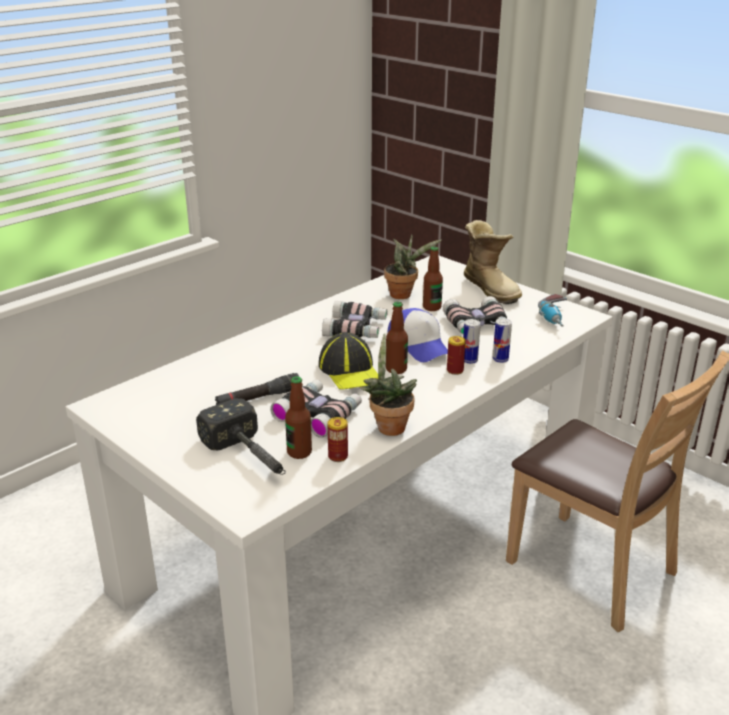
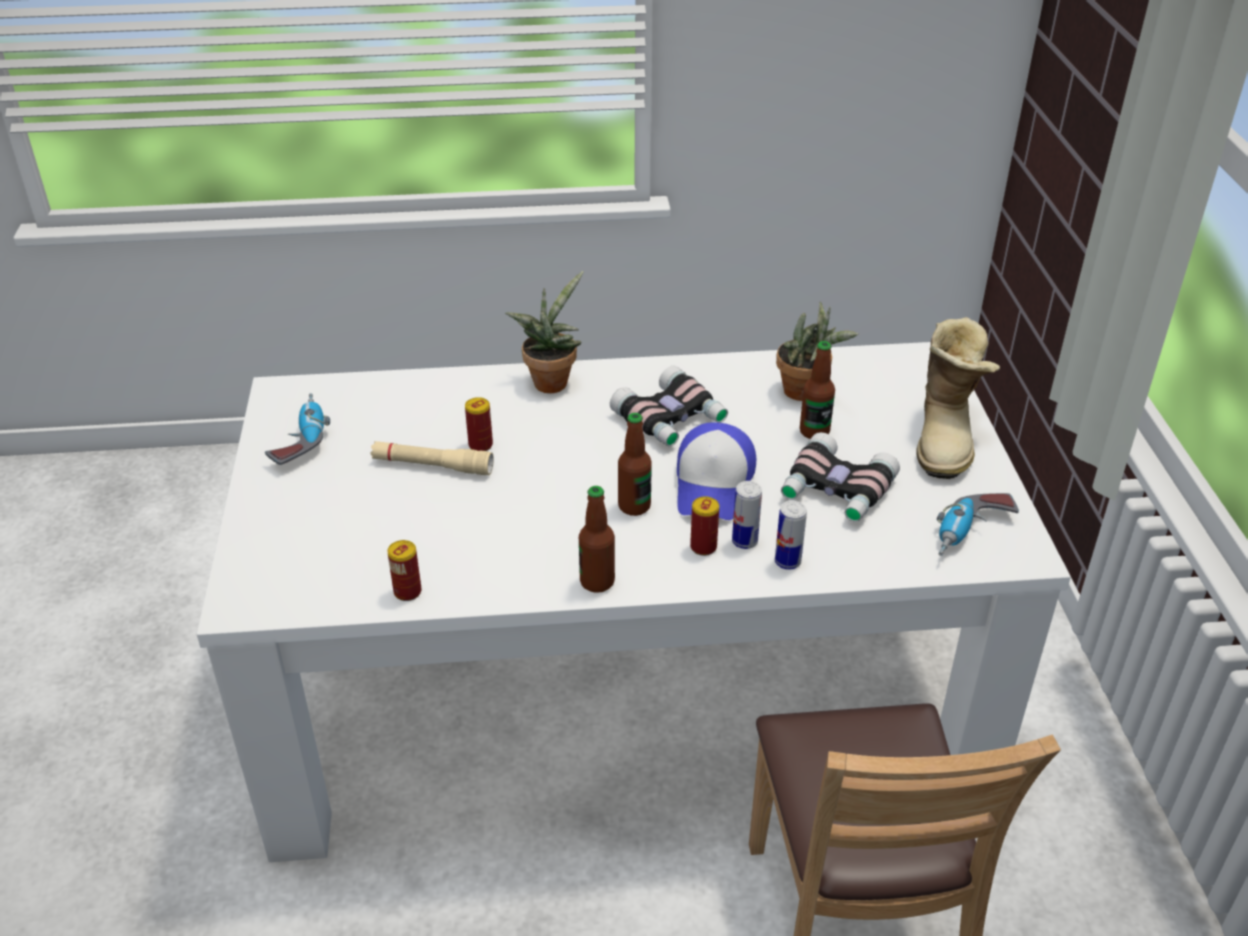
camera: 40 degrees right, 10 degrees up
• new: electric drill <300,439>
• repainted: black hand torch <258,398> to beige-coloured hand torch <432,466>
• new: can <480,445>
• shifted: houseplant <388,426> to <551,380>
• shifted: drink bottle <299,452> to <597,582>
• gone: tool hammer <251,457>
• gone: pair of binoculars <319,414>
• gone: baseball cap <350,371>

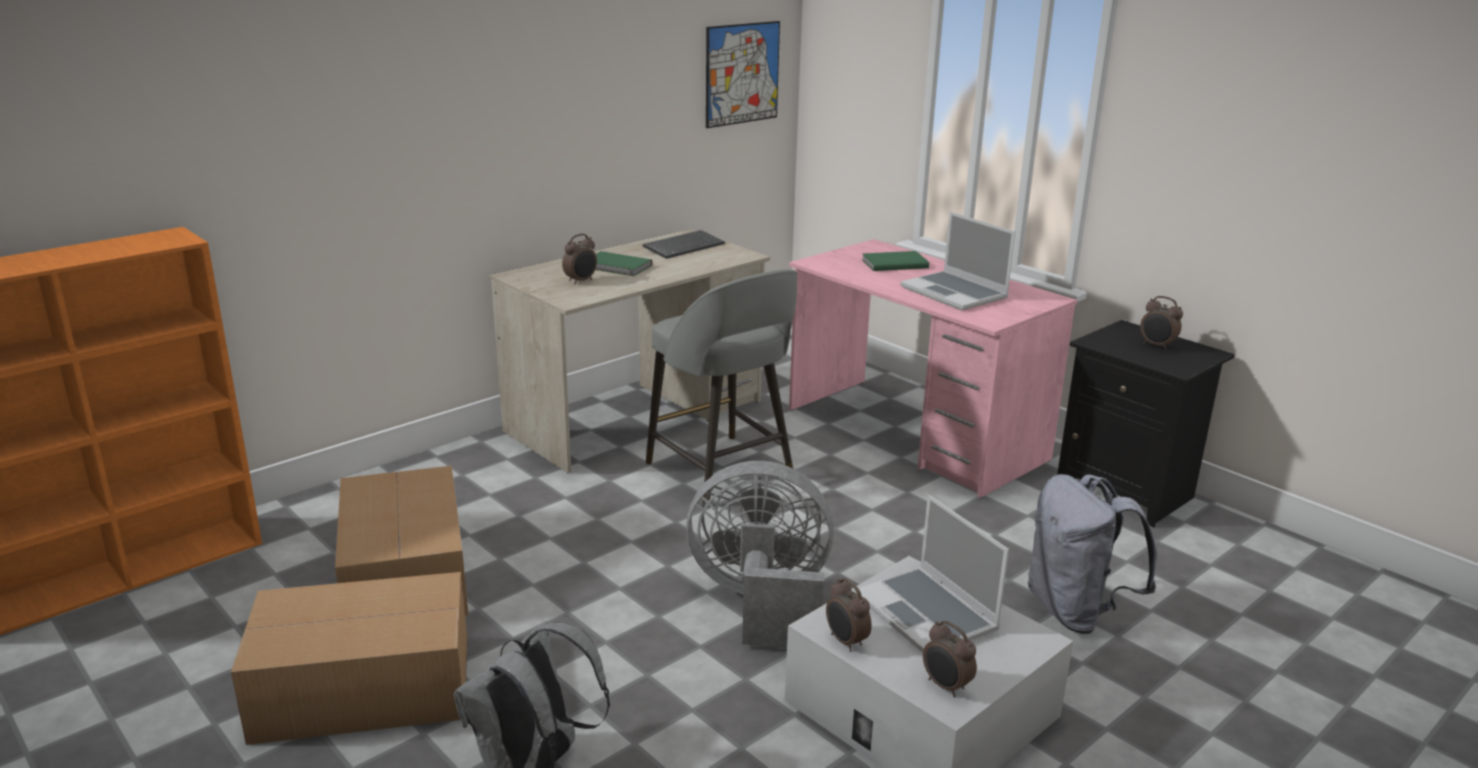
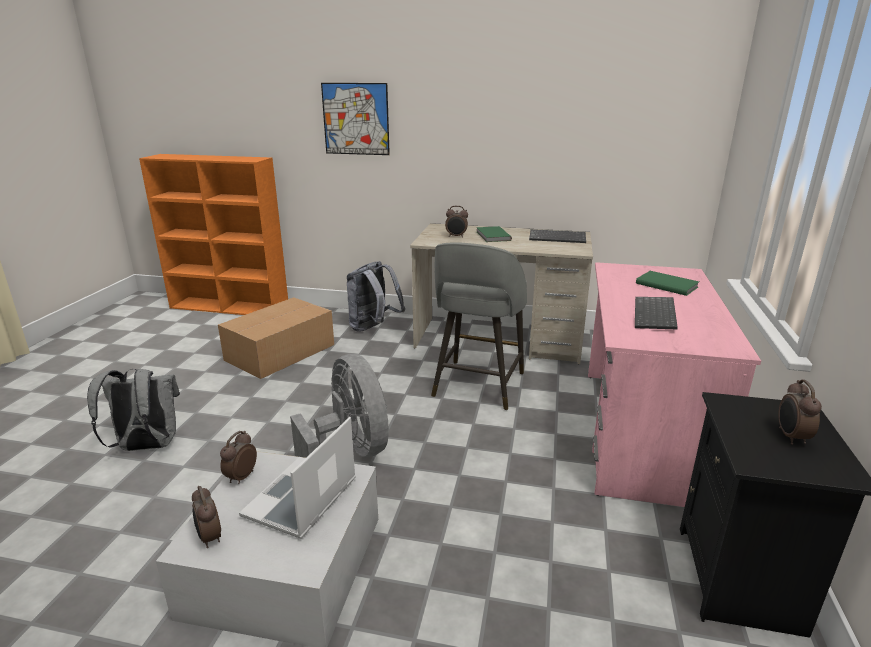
camera: 55 degrees right, 0 degrees up
• rotated: table clock <945,686> = <209,538> 45 degrees counterclockwise
• shifted: wall art <742,73> to <356,119>
• shifted: gray backpack <1076,612> to <373,328>
• swapped: laptop <955,293> to PC keyboard <656,315>
• gone: packing box <360,687>

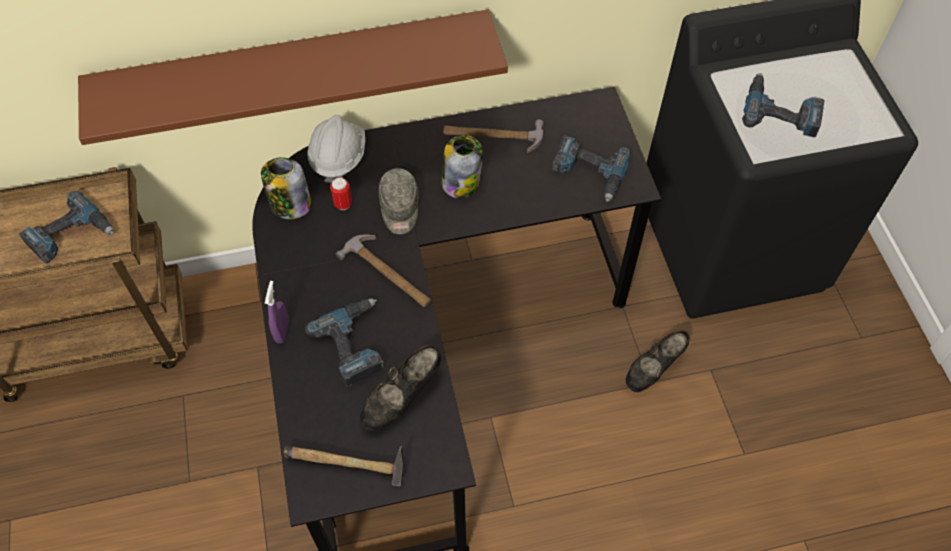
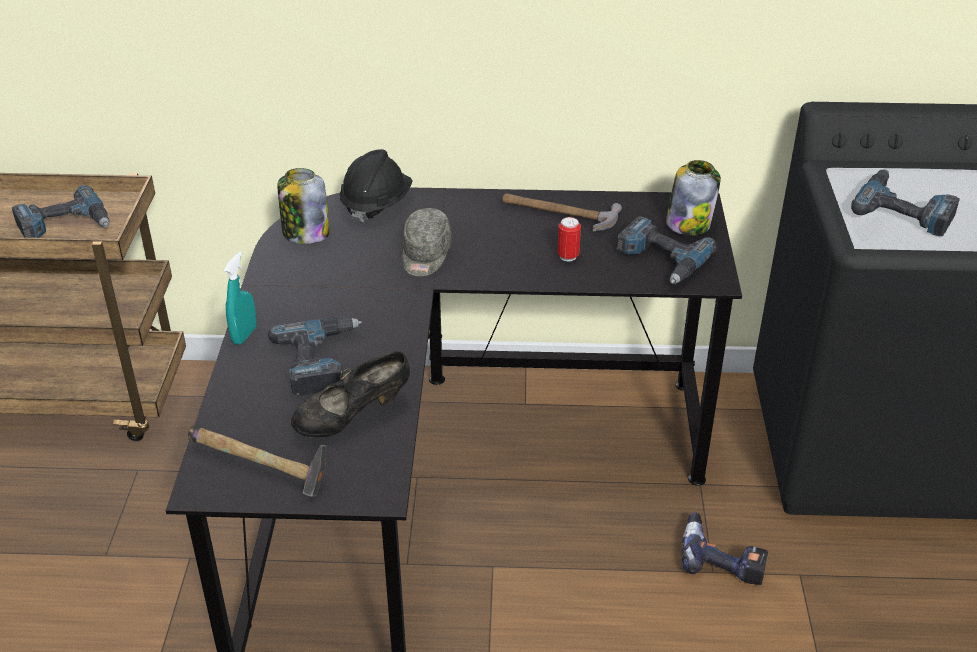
camera: 15 degrees right, 20 degrees down
• repainted: purplish hand sprayer <282,331> to turquoise-coloured hand sprayer <244,335>
• repainted: white work helmet <338,158> to black work helmet <376,204>
• shifted: can <343,204> to <568,256>
• shifted: storage jar <461,182> to <689,224>
• swapped: black shoe <654,369> to electric drill <722,558>
• gone: brown-coloured wall shelf <294,67>
• gone: tool hammer <388,274>

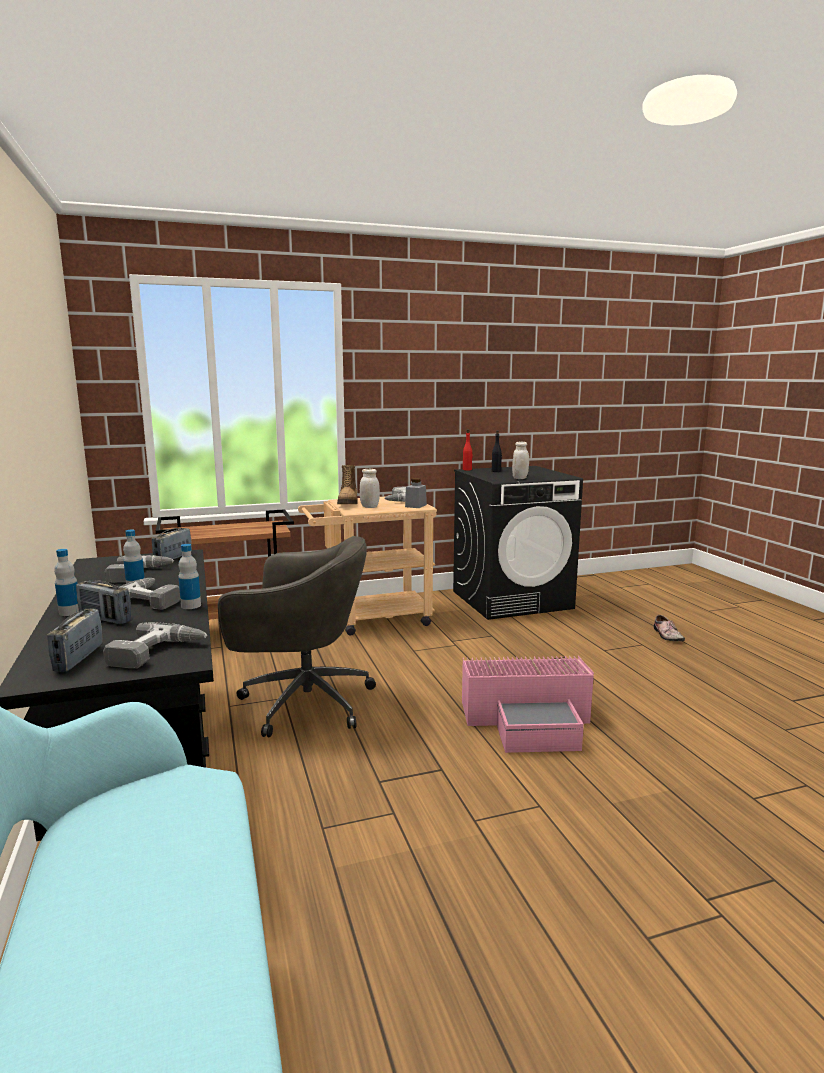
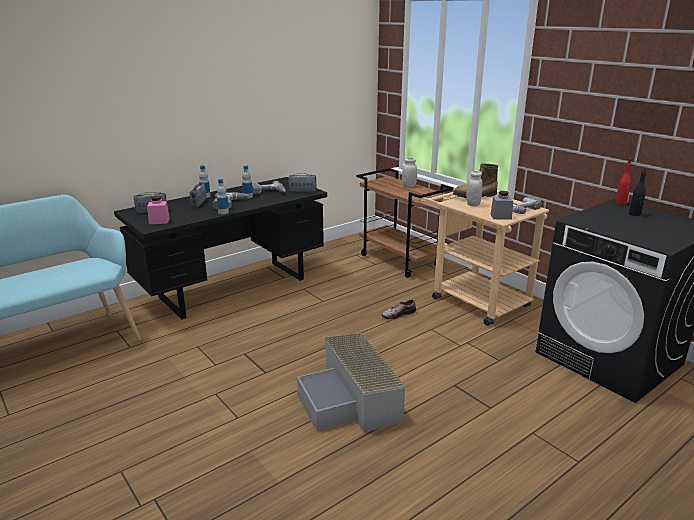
camera: 70 degrees right, 10 degrees up
• swapped: electric drill <157,653> to pink-coloured storage jar <159,221>
• repainted: pink-coloured storage container <529,719> to gray storage container <351,400>
• shifted: shoe <666,635> to <397,314>
• shifted: white storage jar <520,478> to <409,186>
• gone: gray desk chair <302,702>

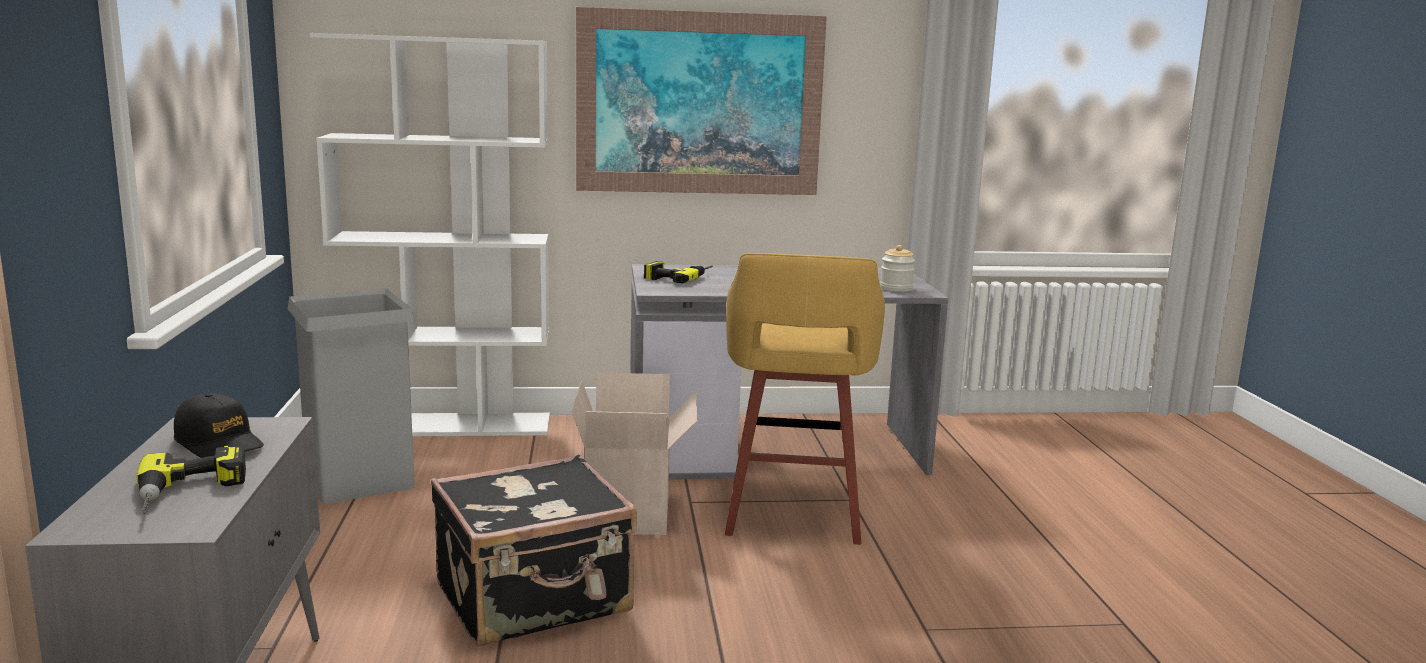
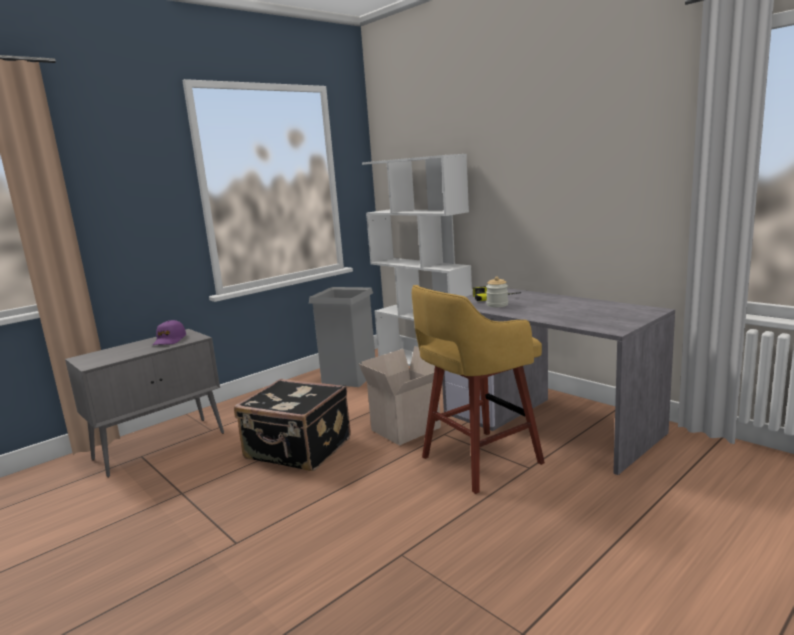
camera: 55 degrees right, 0 degrees up
• repainted: black baseball cap <219,443> to purplish baseball cap <169,340>
• shifted: storage jar <896,288> to <497,305>
• gone: electric drill <191,493>
• gone: wall art <699,103>

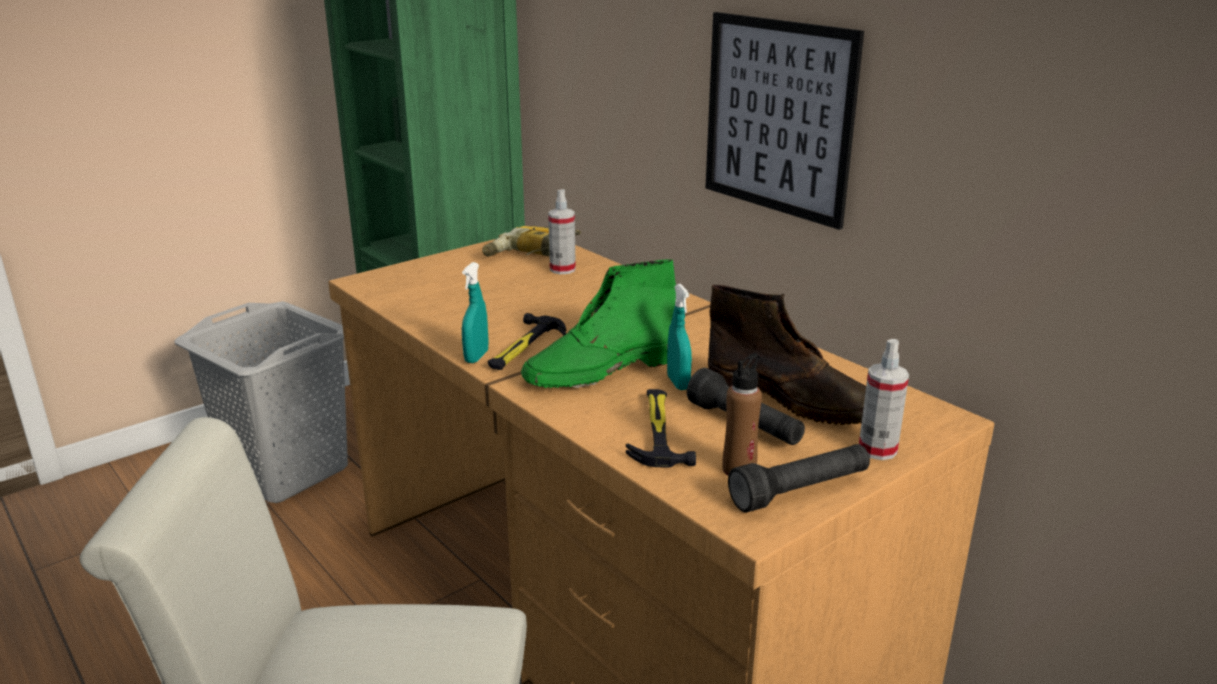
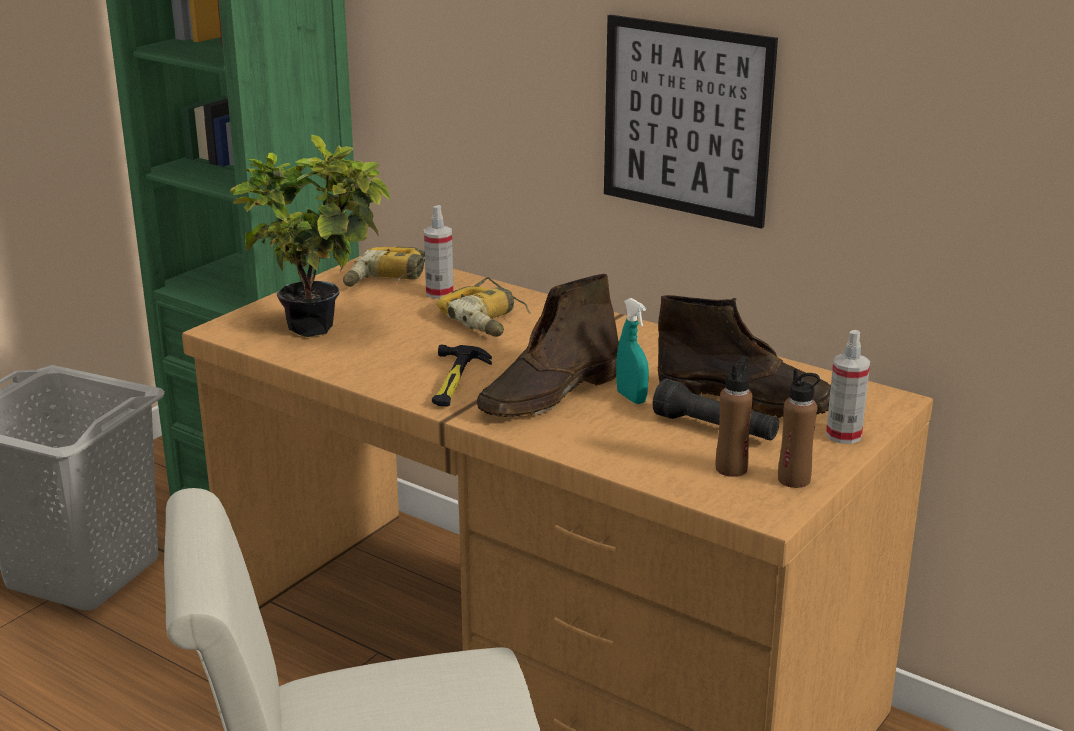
camera: 15 degrees left, 0 degrees up
• new: houseplant <322,325>
• new: electric drill <488,319>
• repainted: greenish high-top boot <601,371> to brown-coloured high-top boot <549,395>
• swapped: black hand torch <800,491> to brown-coloured drink bottle <794,480>
• gone: turquoise-coloured hand sprayer <476,357>
• gone: tool hammer <658,430>

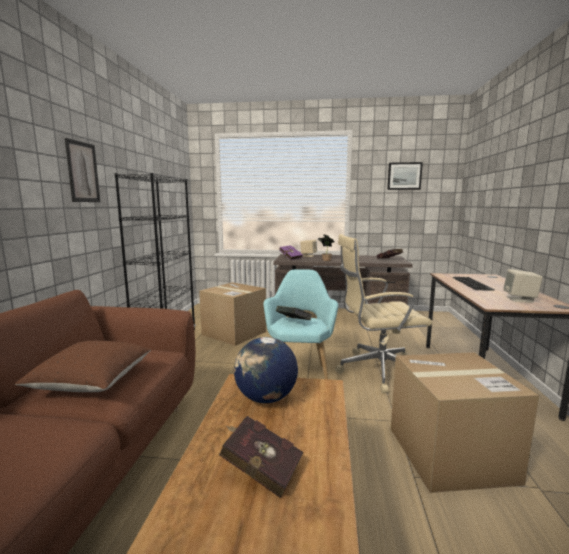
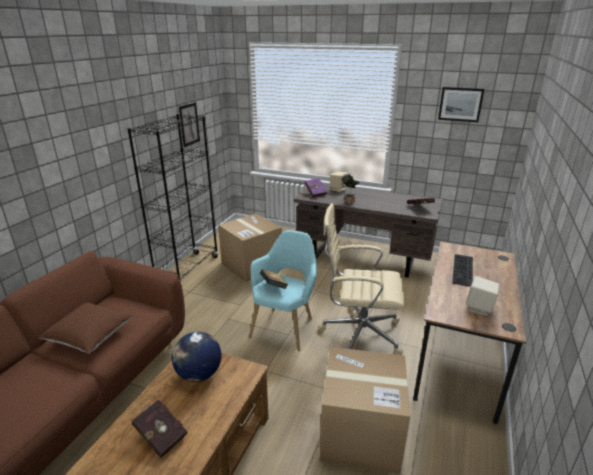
camera: 15 degrees right, 15 degrees up
• shifted: wall art <83,172> to <189,124>

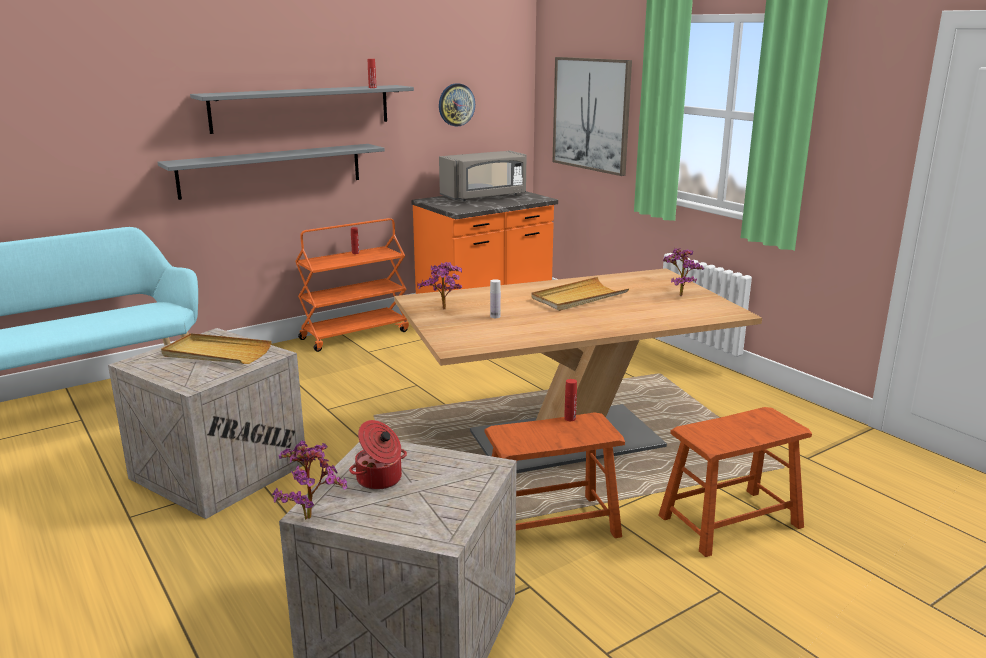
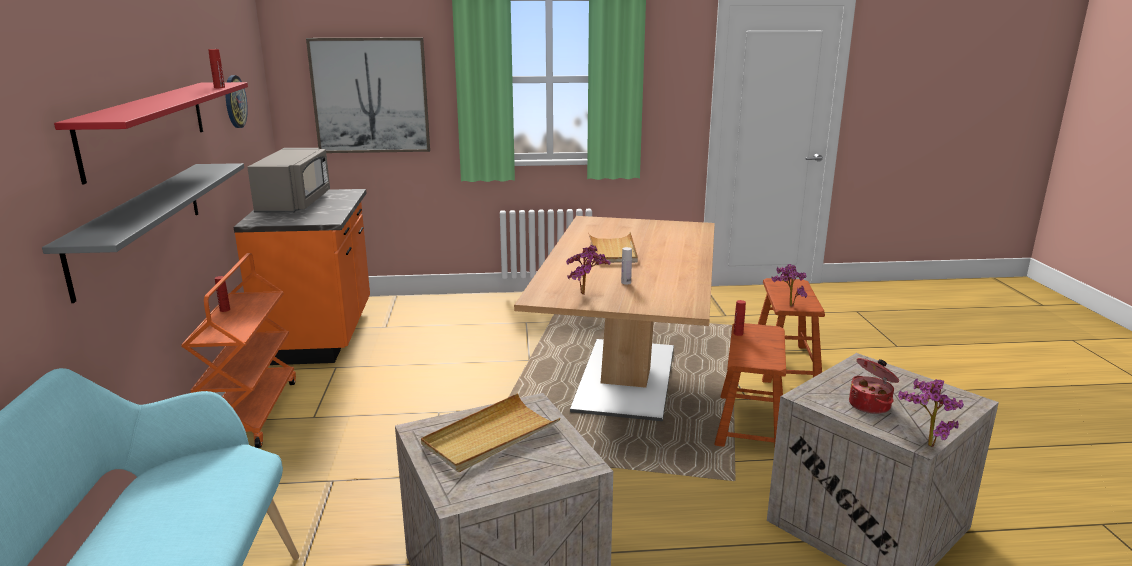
camera: 60 degrees left, 0 degrees up
• repainted: gray wall shelf <302,108> to red-coloured wall shelf <146,126>
• shifted: houseplant <679,294> to <787,305>

